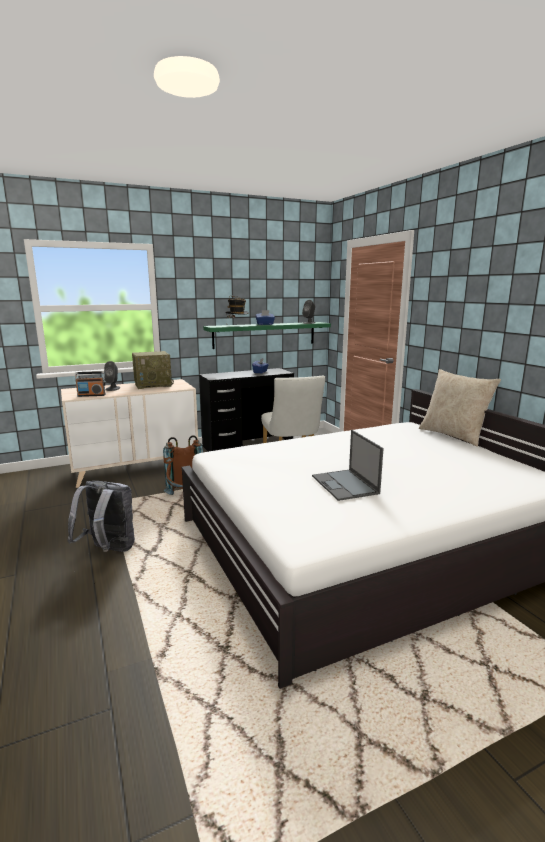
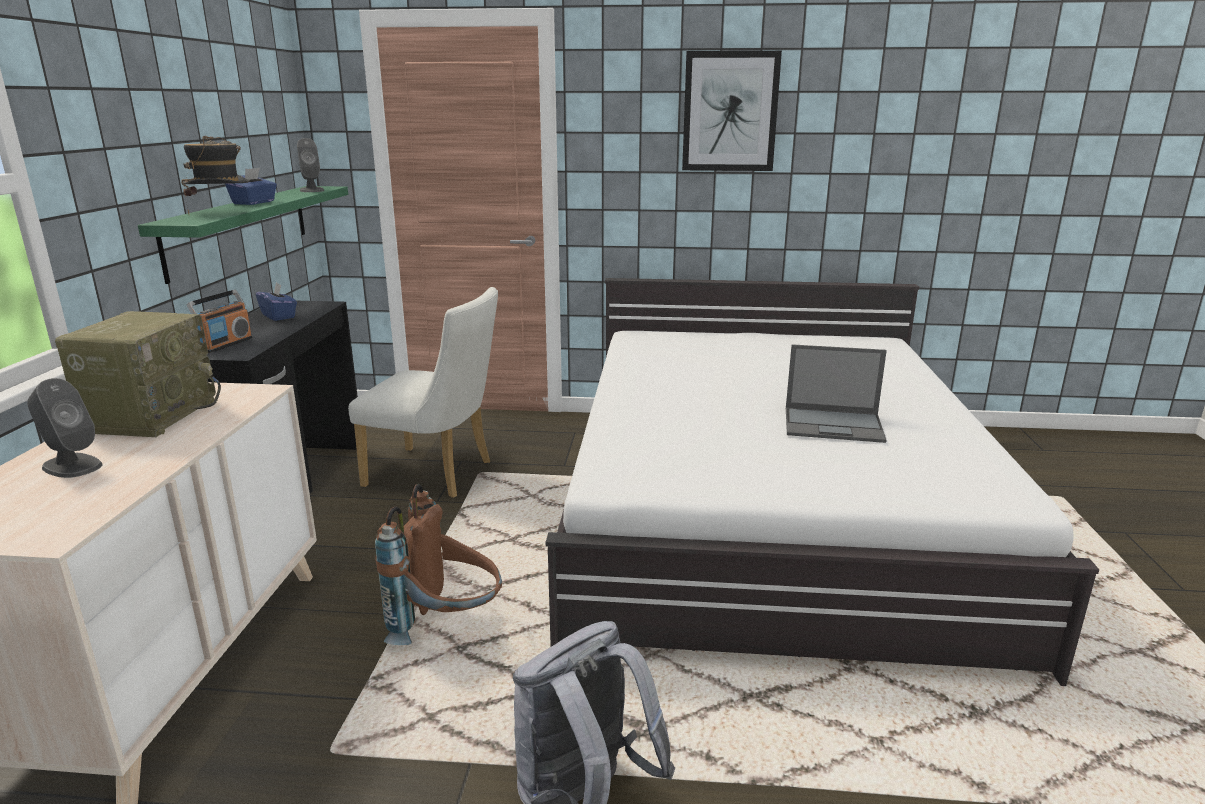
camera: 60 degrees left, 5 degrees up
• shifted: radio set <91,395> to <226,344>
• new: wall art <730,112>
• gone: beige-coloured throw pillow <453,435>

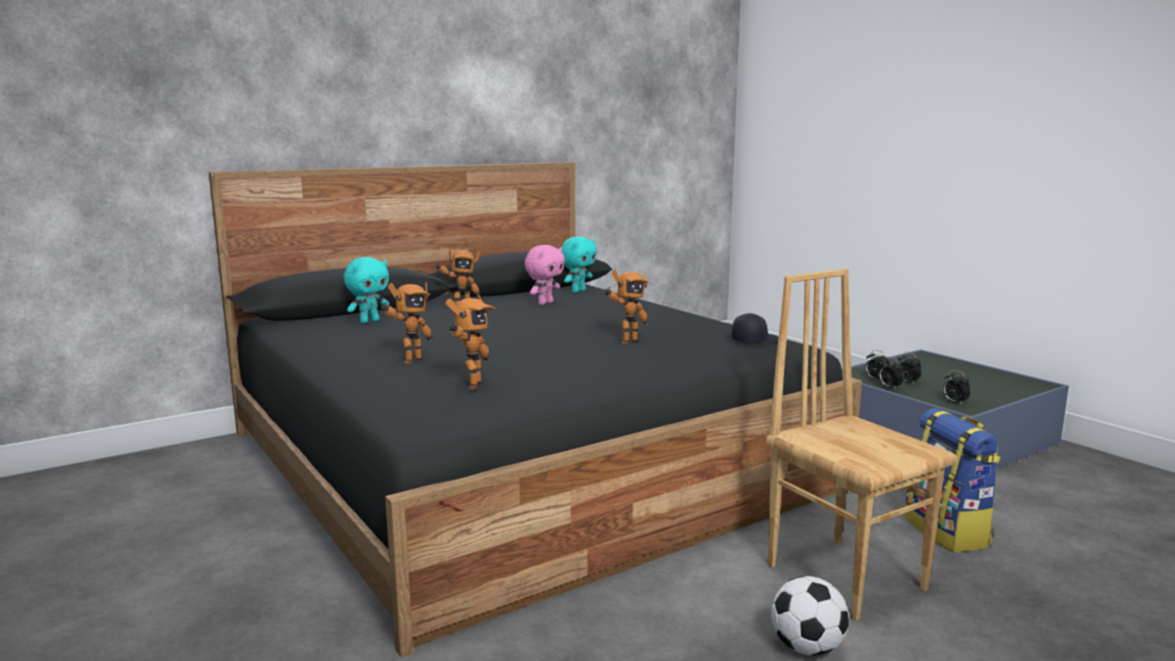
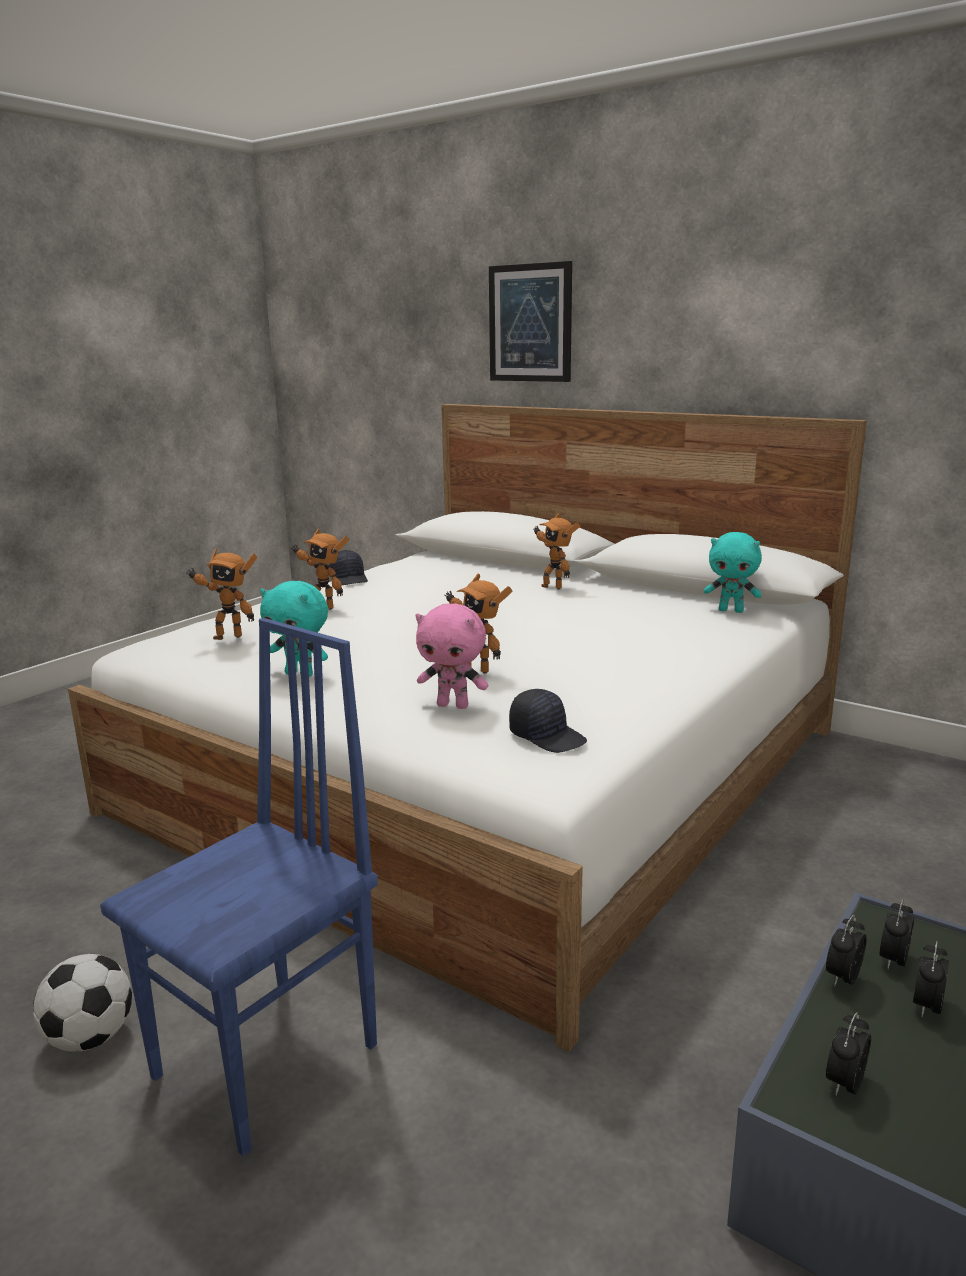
camera: 70 degrees right, 5 degrees up
• repainted: black bed <518,459> to white bed <490,769>
• repainted: brown-coloured chair <846,575> to blue chair <270,1061>
• shifted: turquoise-coloured plush toy <369,321> to <300,674>
• new: black baseball cap <349,579>
• shifted: pink-coloured plush toy <545,303> to <453,705>
• new: wall art <530,323>
• gone: backpack <948,532>

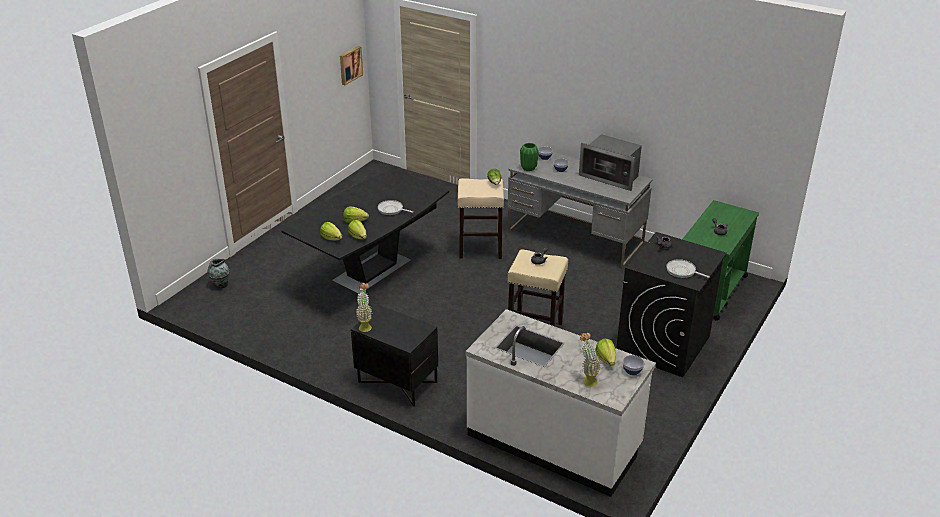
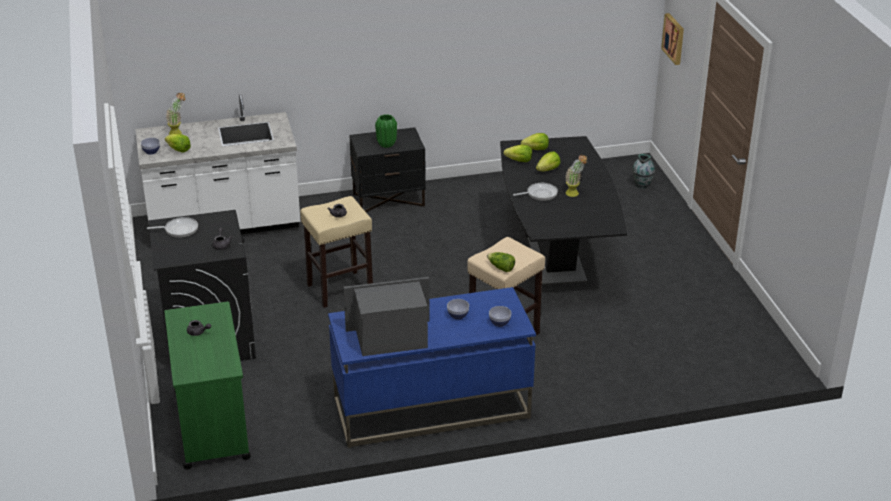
camera: 135 degrees right, 0 degrees up
• repainted: gray desk <575,237> to blue desk <430,408>
• shifted: greenish vase <528,168> to <386,144>
• shifted: houseplant <365,325> to <575,194>
• shifted: wall art <350,65> to <674,38>

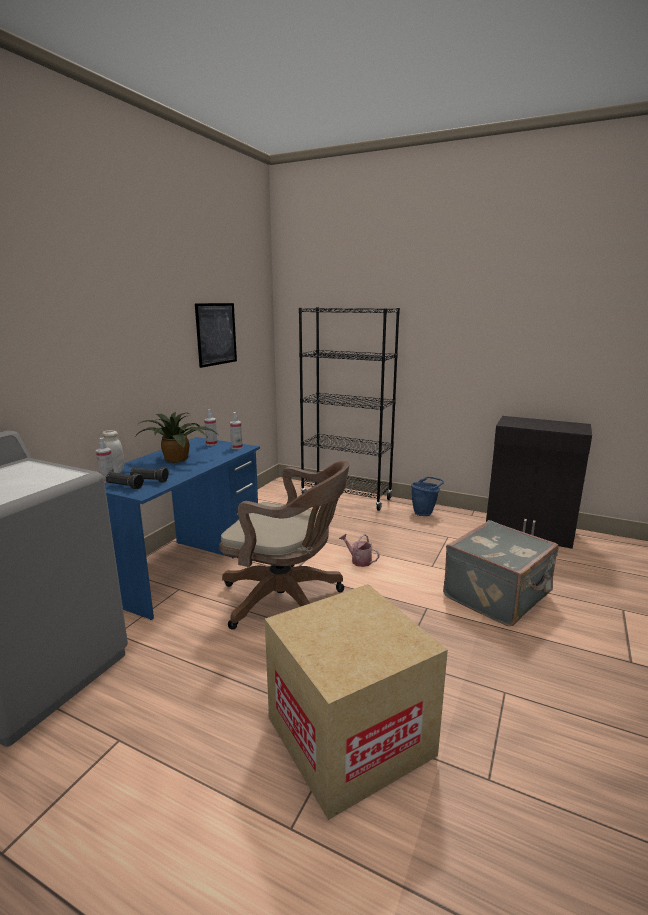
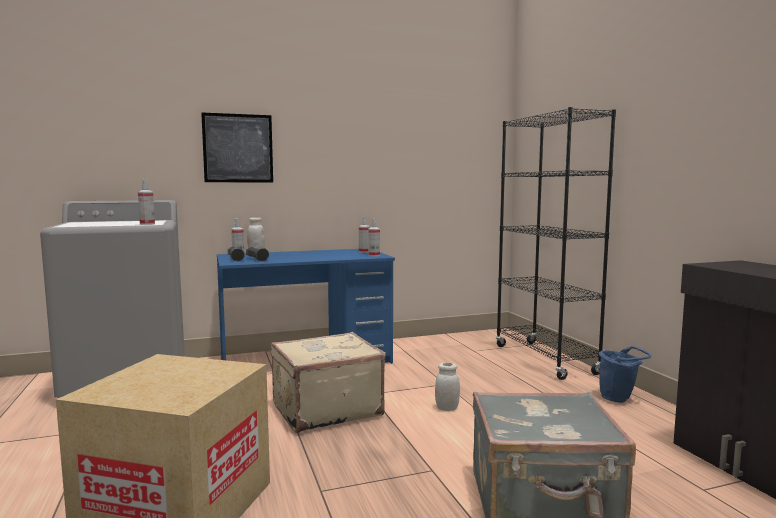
camera: 45 degrees right, 10 degrees down
• new: hand sprayer <147,224>
• shifted: wall art <216,334> to <238,148>
• swapped: brown-coloured desk chair <287,600> to beige-coloured suitcase <325,409>
• swapped: watering pot <359,560> to white storage jar <447,408>
• gone: houseplant <178,459>

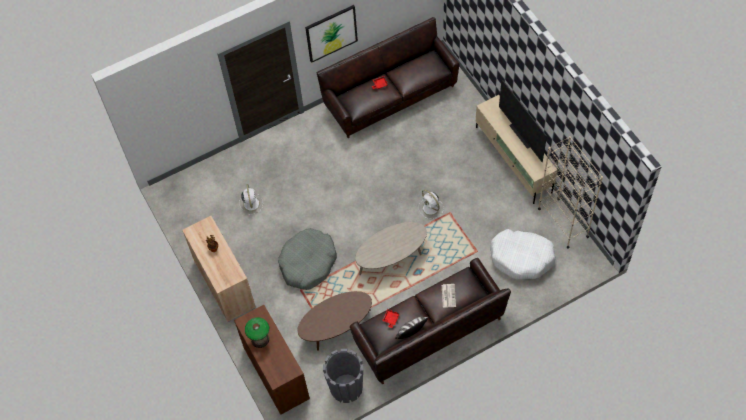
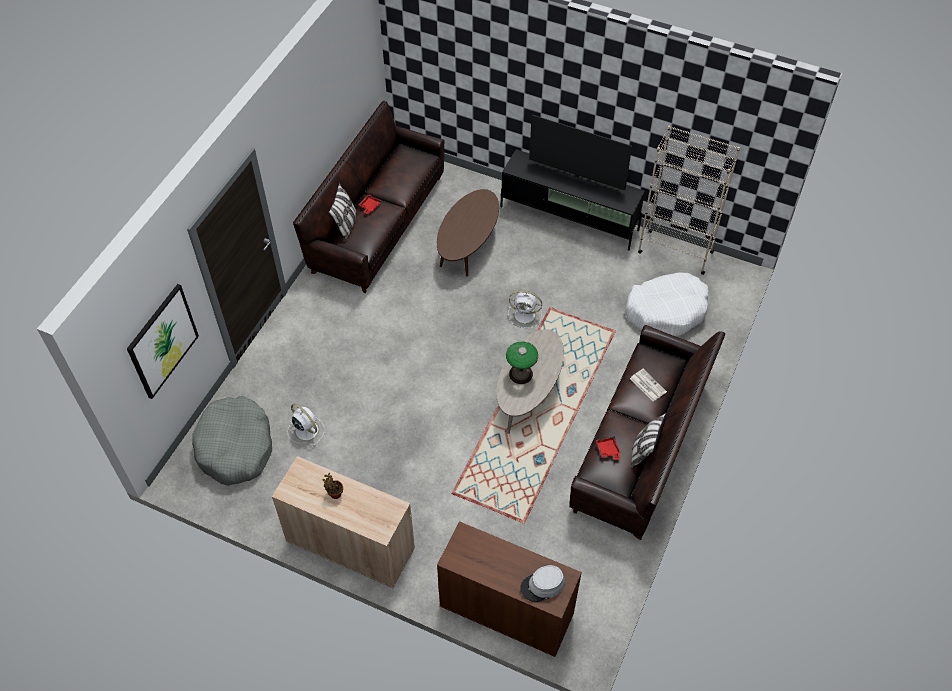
camera: 40 degrees left, 5 degrees down
• shifted: wall art <331,33> to <162,341>
• shifted: gray dog bed <308,263> to <235,447>
• new: throw pillow <345,225>
• shifted: brown-coloured low table <336,327> to <468,247>
• repainted: beige-coloured tv stand <513,160> to black tv stand <569,219>
• shifted: lamp for a table <260,339> to <521,374>
• new: gray hat <542,585>
• gone: gray planter <346,387>

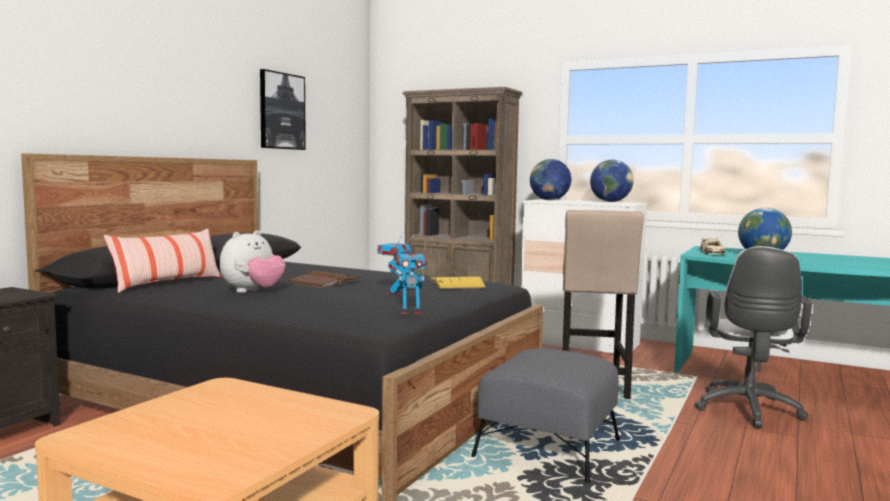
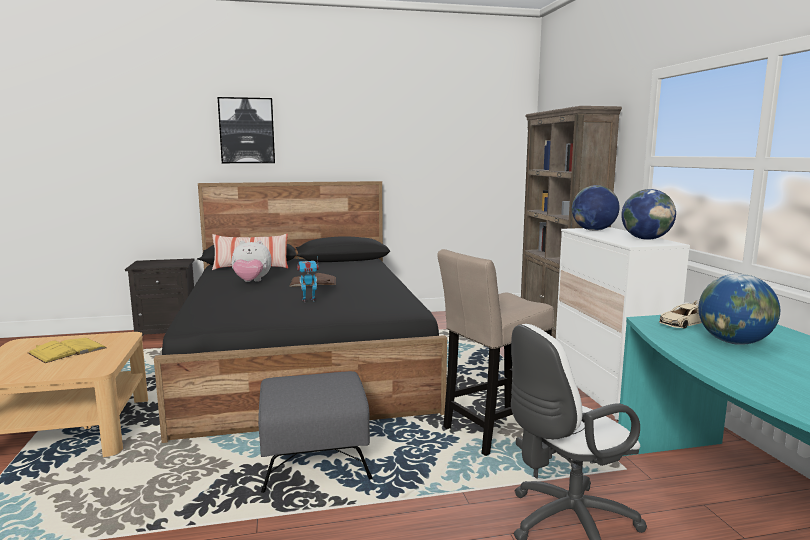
camera: 50 degrees right, 5 degrees up
• shifted: yellowish bound book <456,283> to <67,350>
• shifted: wall art <281,111> to <247,130>
• gone: toy robot <411,312>

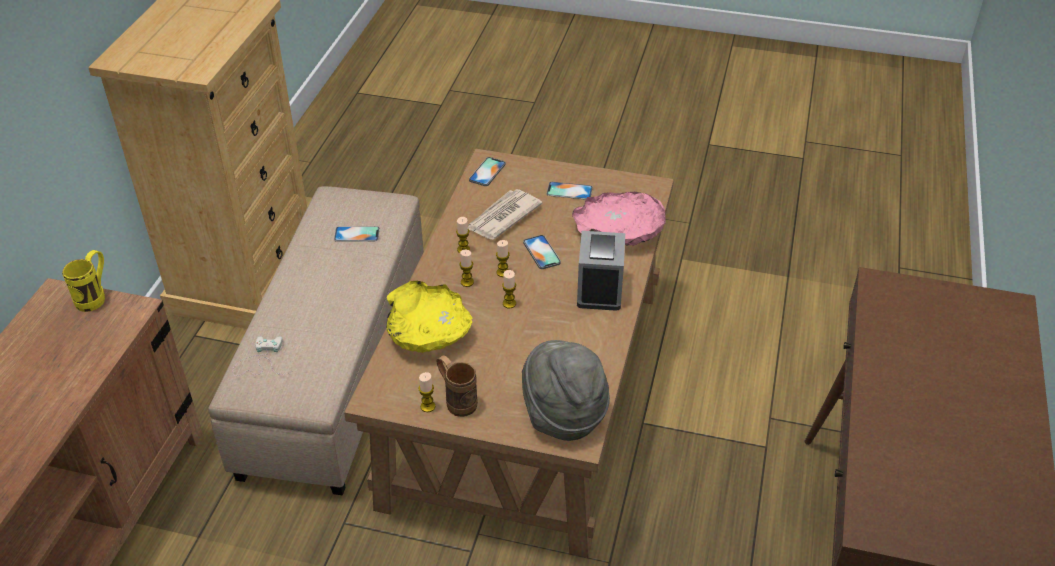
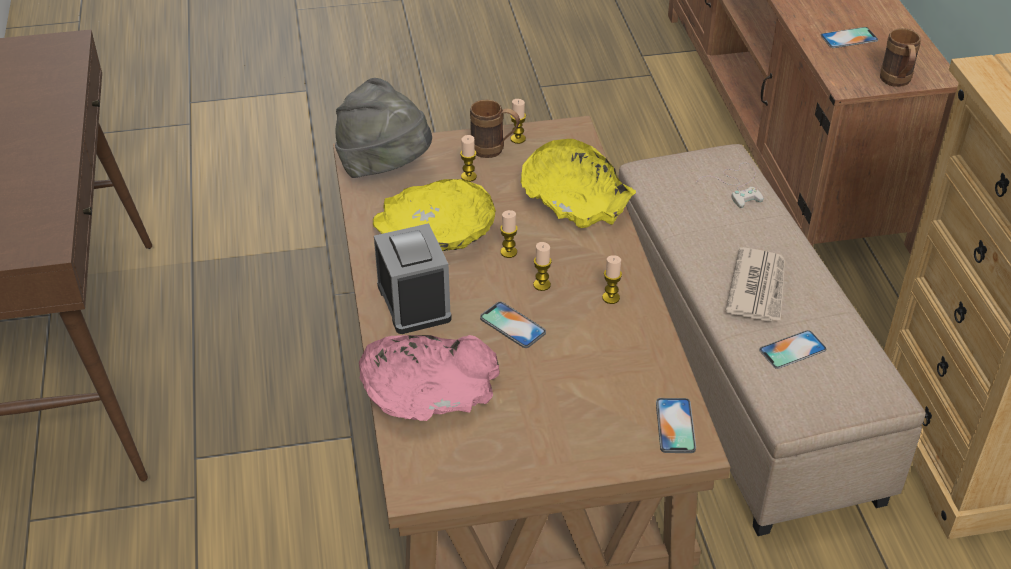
camera: 155 degrees right, 0 degrees up
• new: yellowish deep dish <437,232>
• shifted: candle <467,282> to <468,176>
• shifted: daily paper <502,217> to <758,288>
• shifted: handset <569,191> to <849,38>
• repainted: yellowish mug <95,297> to brown-coloured mug <896,83>

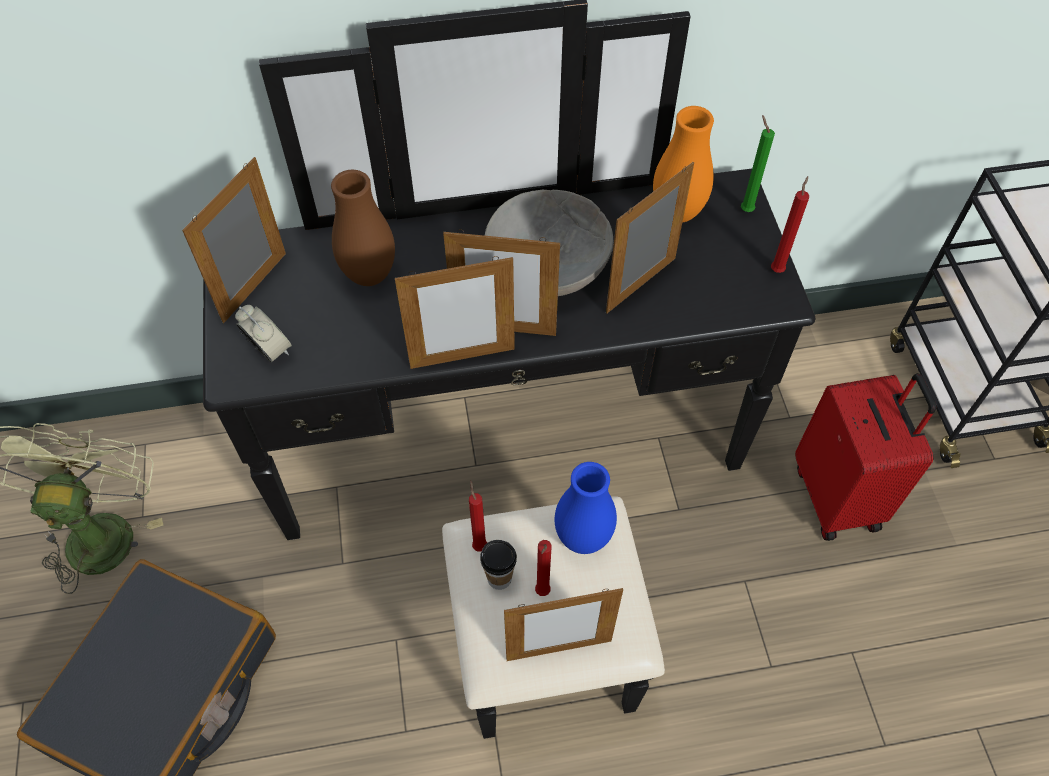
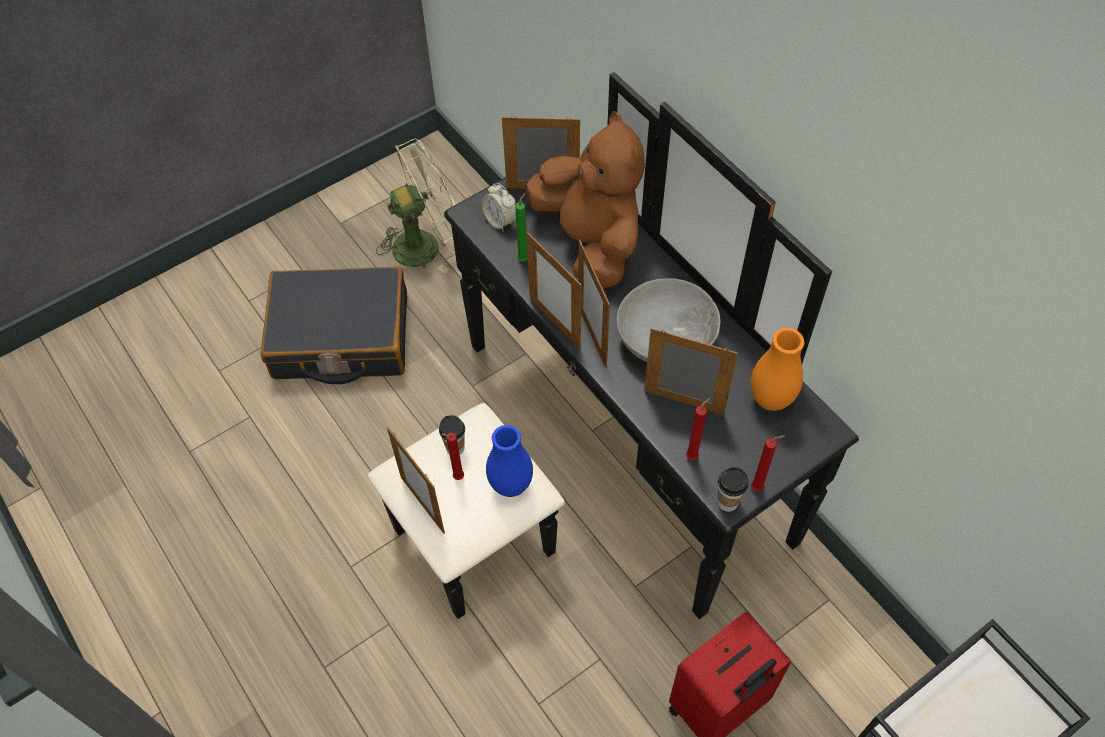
camera: 65 degrees right, 0 degrees up
• rotated: table clock <269,350> = <500,220> 120 degrees clockwise
• shifted: greenish candle <745,209> to <524,258>
• swapped: brown-coloured vase <369,275> to brown-coloured plush toy <590,242>
• shifted: red-coloured candle <479,544> to <693,455>
• new: cup <727,502>

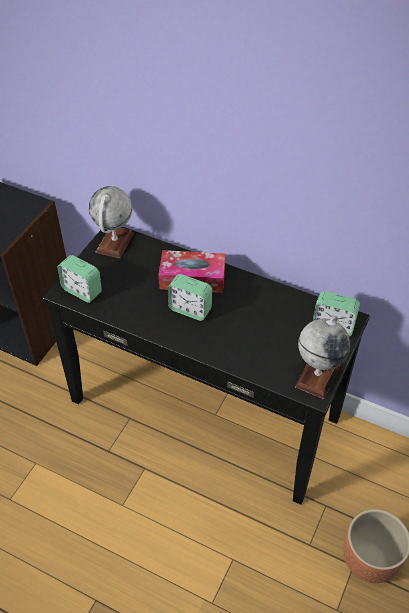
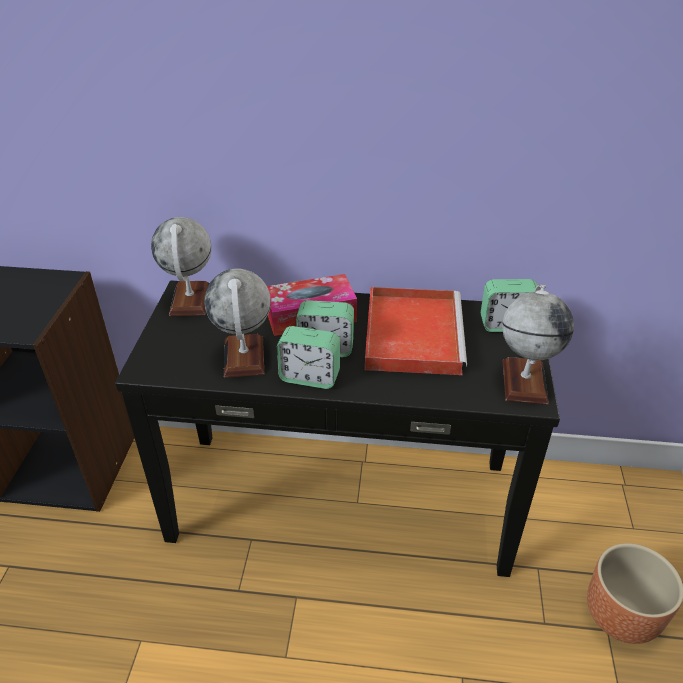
camera: 20 degrees left, 10 degrees down
• new: world globe <244,357>
• shifted: table clock <82,291> to <309,377>
• new: red-coloured tray <412,332>

